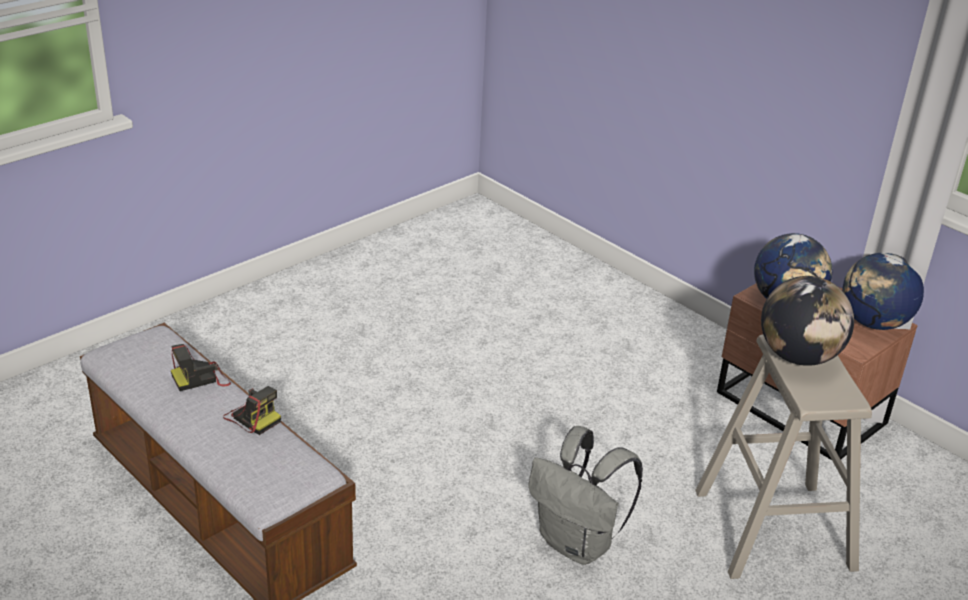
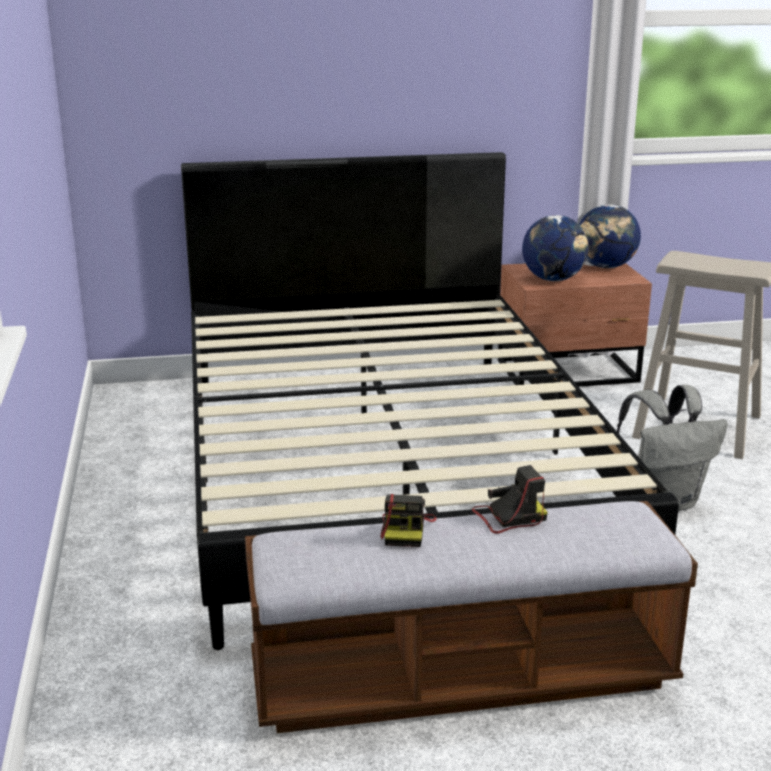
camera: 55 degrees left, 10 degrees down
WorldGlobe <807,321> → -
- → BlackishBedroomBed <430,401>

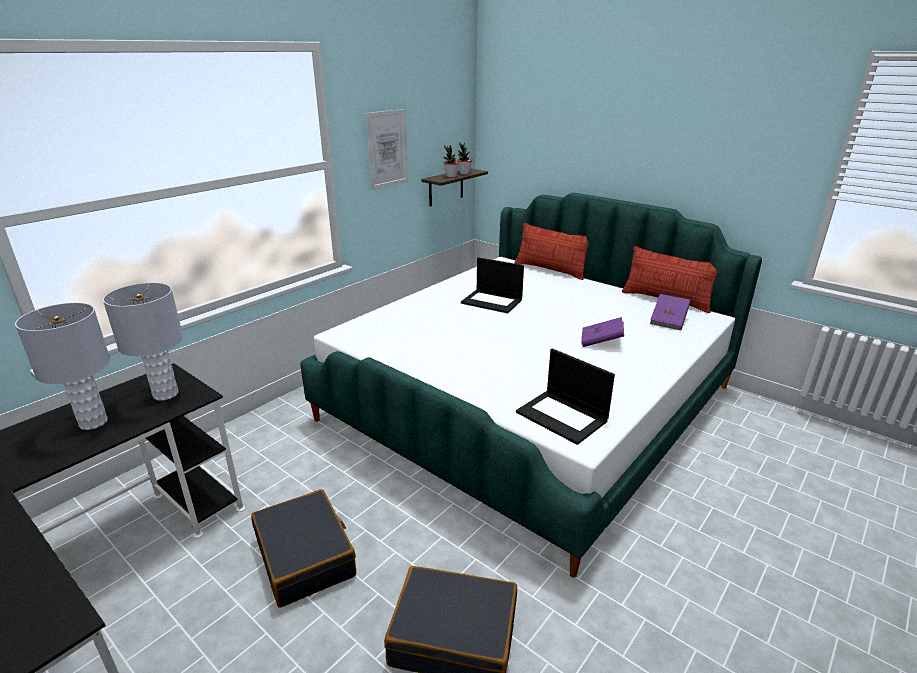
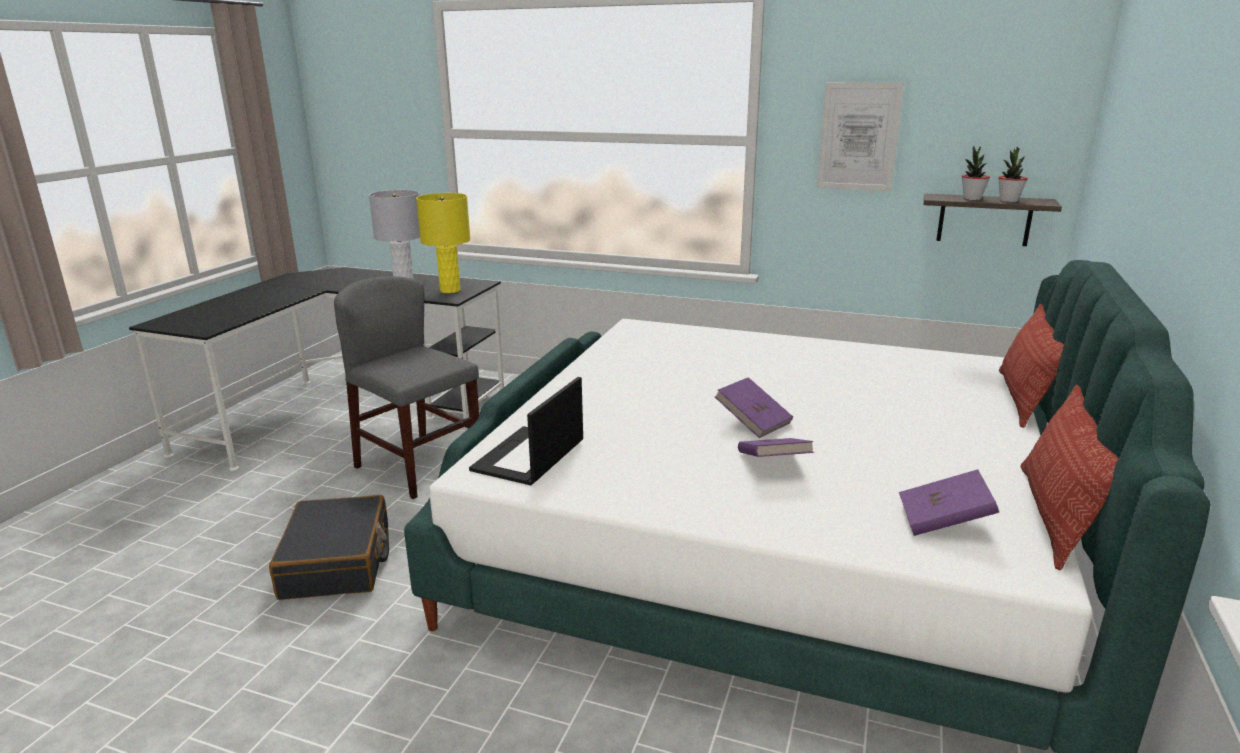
camera: 70 degrees right, 5 degrees down
Laptop <492,285> → -
GreyTableLamp <143,342> → YellowishTableLamp <443,243>
BlackishSuitcase <303,548> → GreyChair <406,387>
- → PurpleColouredBoundBook <754,407>

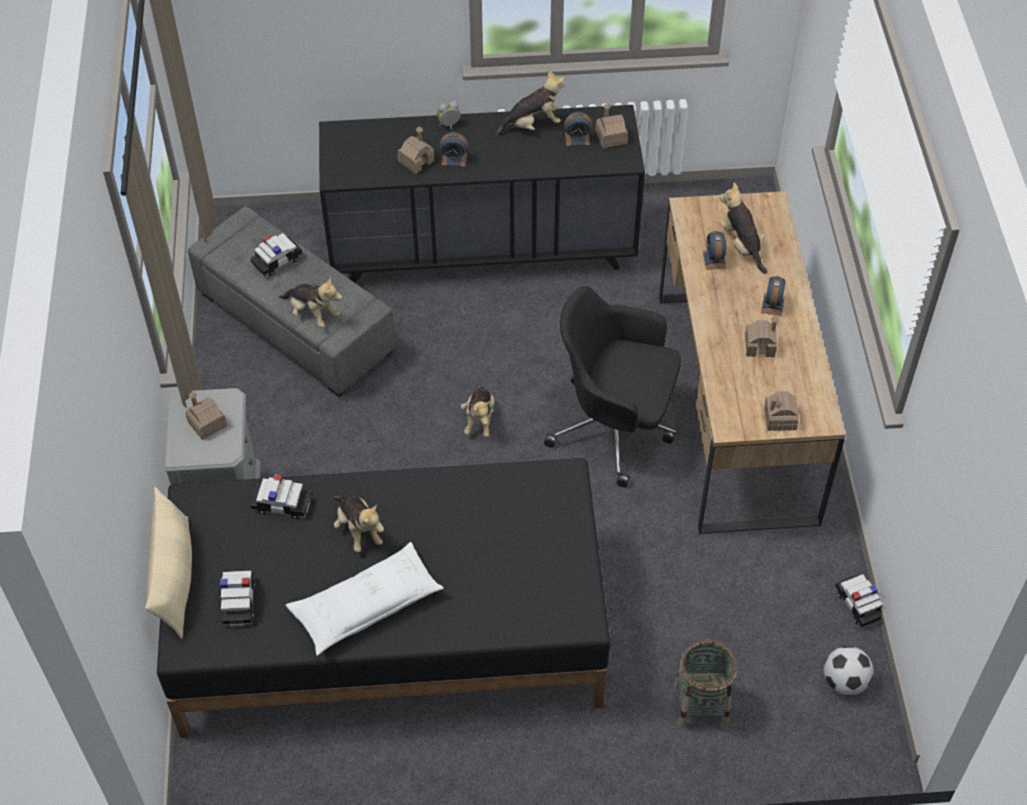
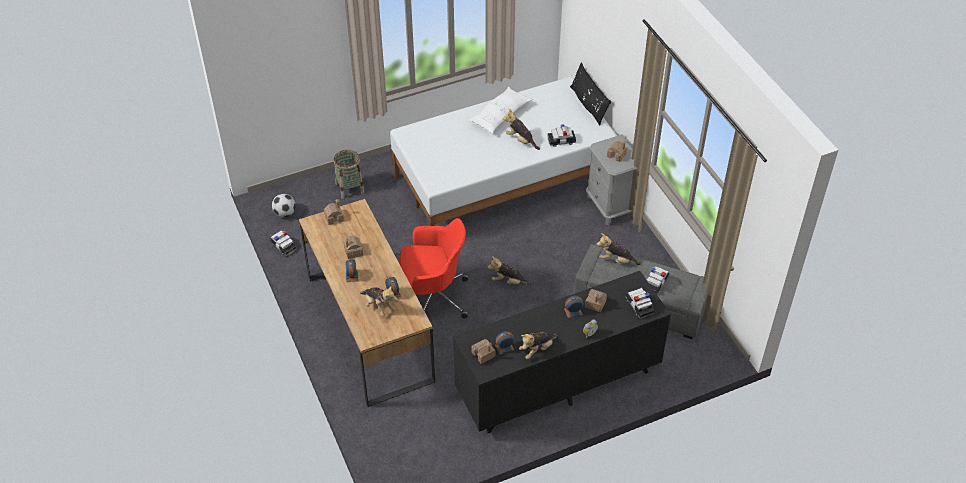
camera: 160 degrees right, 5 degrees down
BlackishOfficeChair <612,386> → RedColouredOfficeChair <434,268>
SoftToy <478,411> → SoftToy <510,270>, 60 degrees counterclockwise
BlackishBedroomBed <383,598> → WhitishBedroomBed <503,151>
BeigeColouredThrowPillow <168,563> → BlackishThrowPillow <590,94>
MiniatureCar <237,598> → MiniatureCar <640,303>, moved

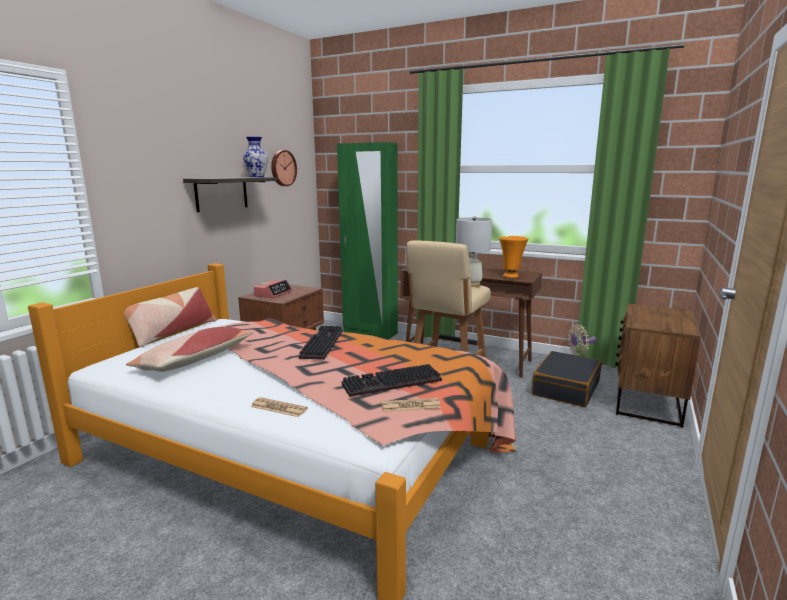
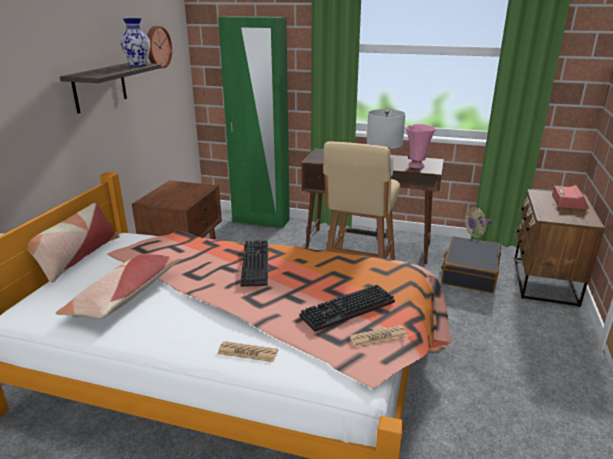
camera: 10 degrees left, 10 degrees up
OrangeFlowerVase <514,257> → PinkFlowerVase <421,146>
BedsideClock <272,289> → BedsideClock <570,197>, moved

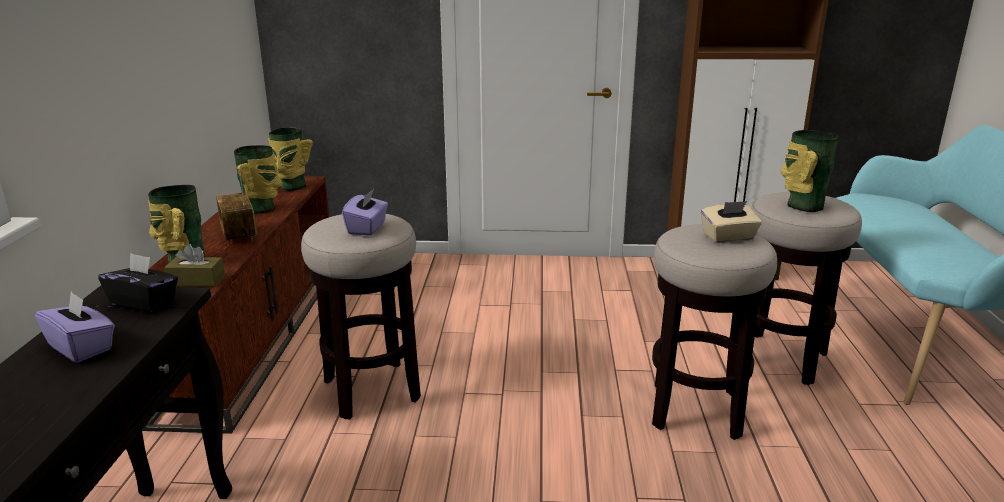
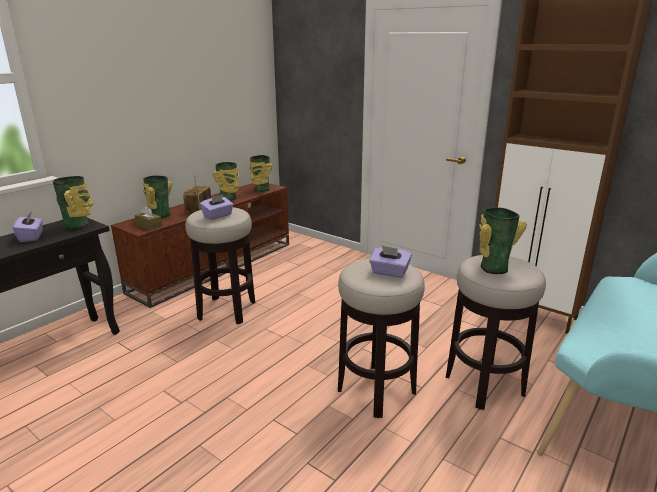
camera: 35 degrees right, 0 degrees up
BeigeColouredTissueBox <731,222> → PurpleColouredTissueBox <390,262>
BlackishTissueBox <138,282> → FlowerVase <73,203>

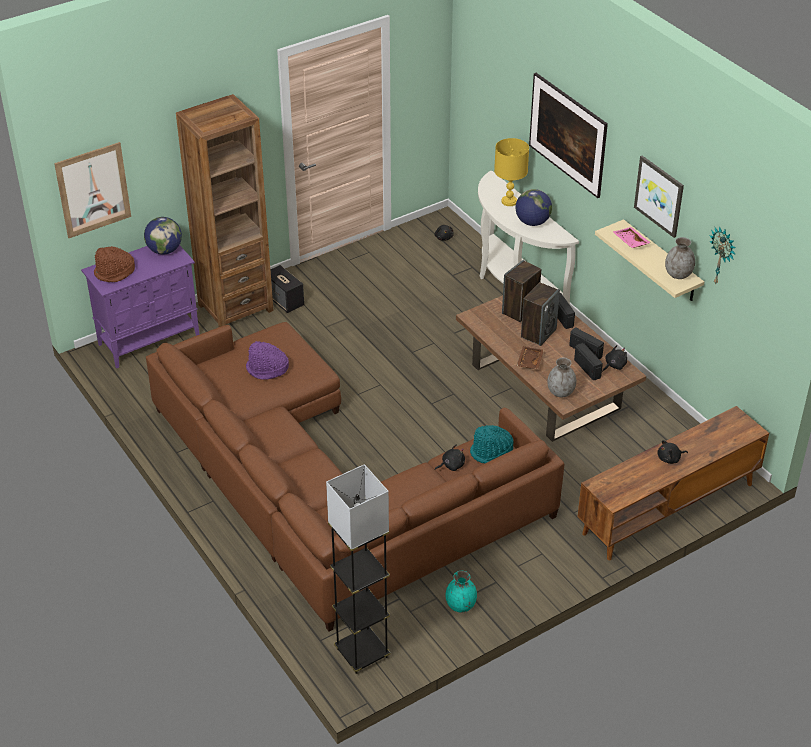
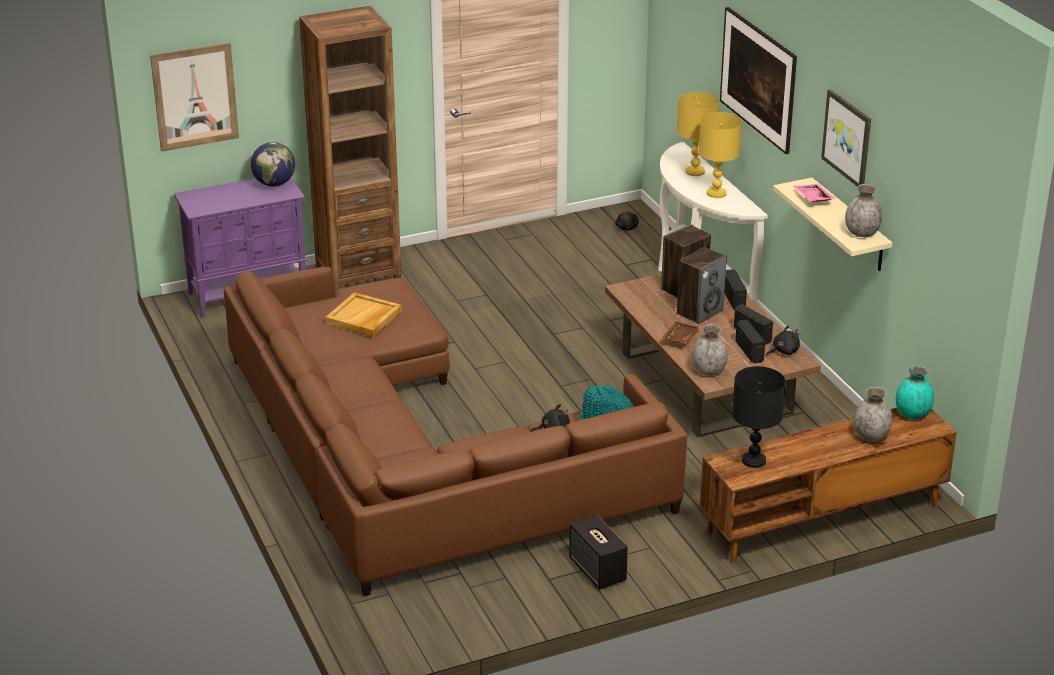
camera: 10 degrees right, 10 degrees down
WorldGlobe <534,207> → YellowishTableLamp <720,155>
WallClock <722,255> → -
BrownClothingHat <114,264> → -
AudioSpeaker <287,289> → AudioSpeaker <598,552>, moved
PurpleColouredClothingHat <267,360> → BeigeColouredTray <363,314>
BlackishSoftToy <673,452> → -
GreyFloorLamp <358,569> → -
BlueGreenFlowerVase <461,591> → BlueGreenFlowerVase <915,392>, moved
- → BlackishTableLamp <758,417>
- → GreyFlowerVase <873,414>

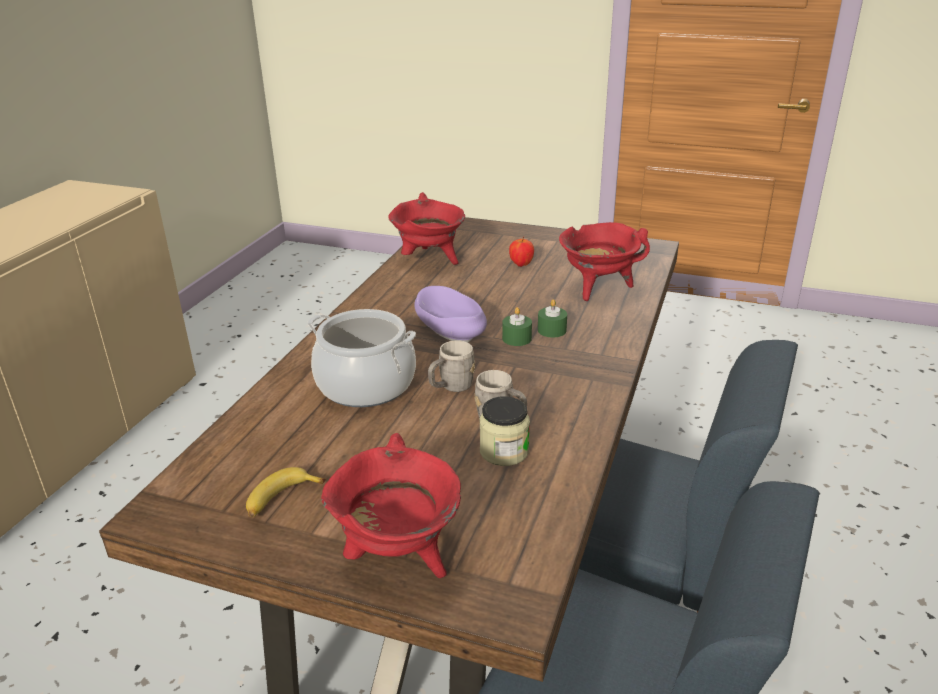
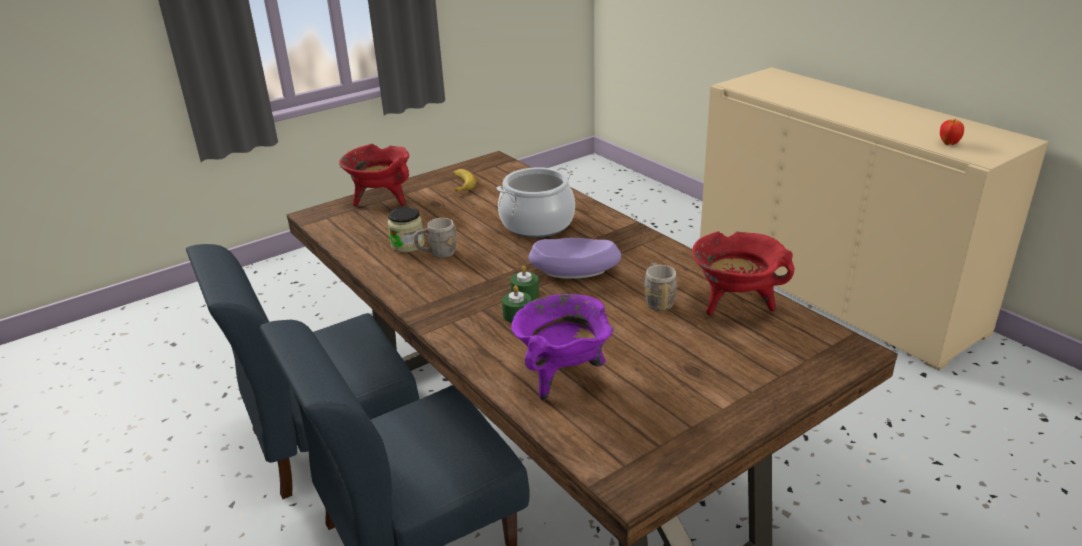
camera: 125 degrees right, 0 degrees up
RedColouredCookingPot <604,261> → PurpleColouredCookingPot <562,347>
Apple <521,252> → Apple <952,132>, moved
GreyMug <451,366> → GreyMug <661,287>, moved

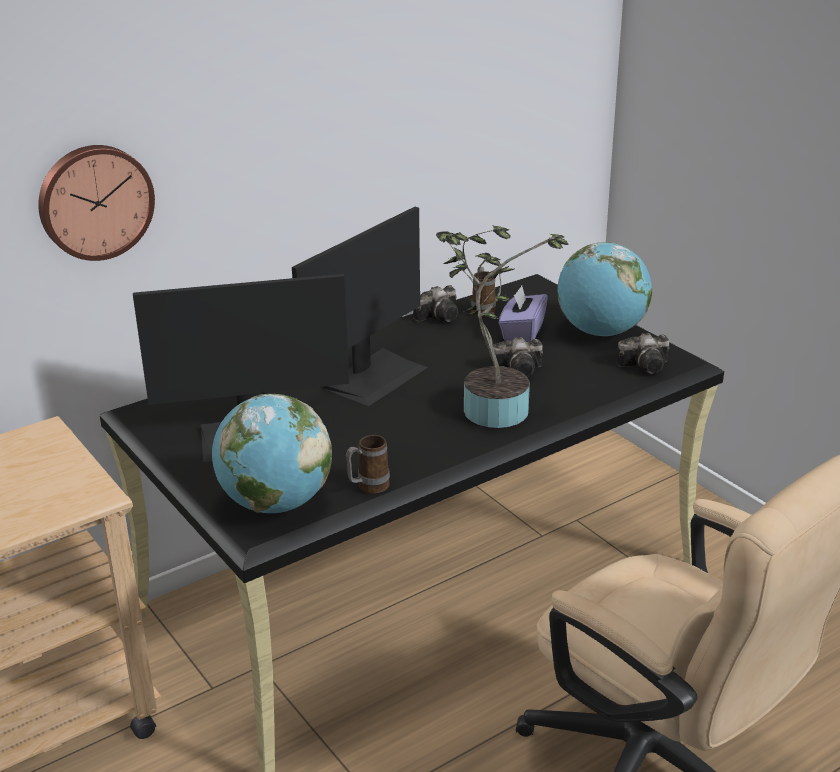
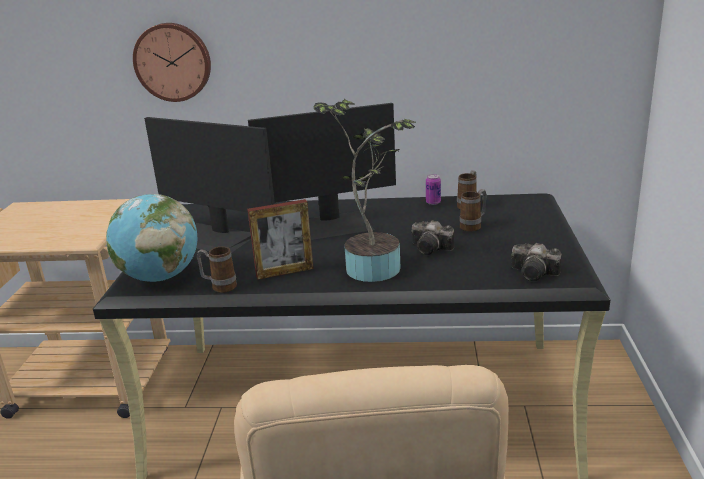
camera: 40 degrees right, 5 degrees down
WorldGlobe <604,289> → -
PhotoCamera <435,303> → Can <433,189>
PurpleColouredTissueBox <523,313> → Mug <473,210>
- → PictureFrame <280,239>

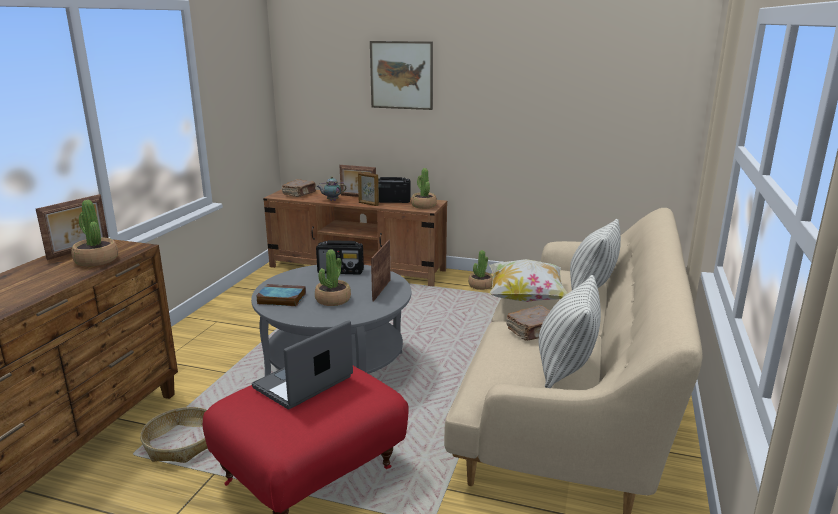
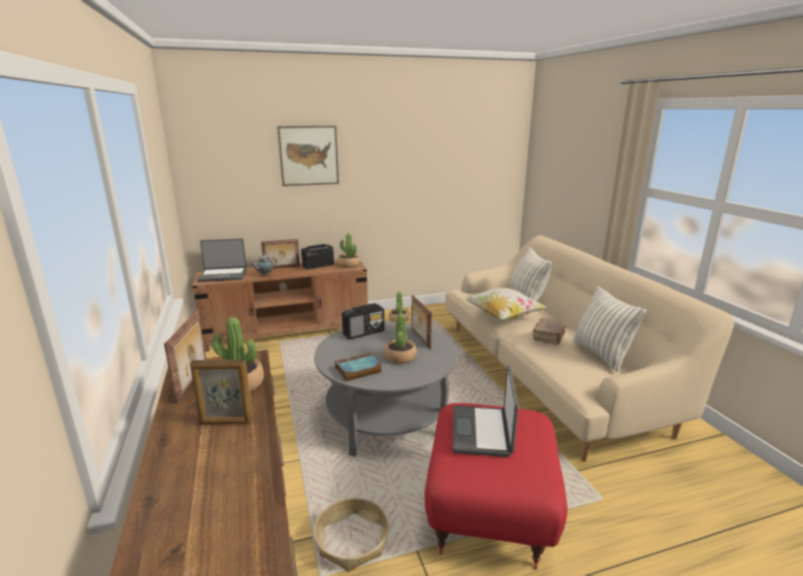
camera: 35 degrees left, 0 degrees up
PictureFrame <368,189> → PictureFrame <221,392>, moved
BrownBoundBook <299,188> → Laptop <222,260>

